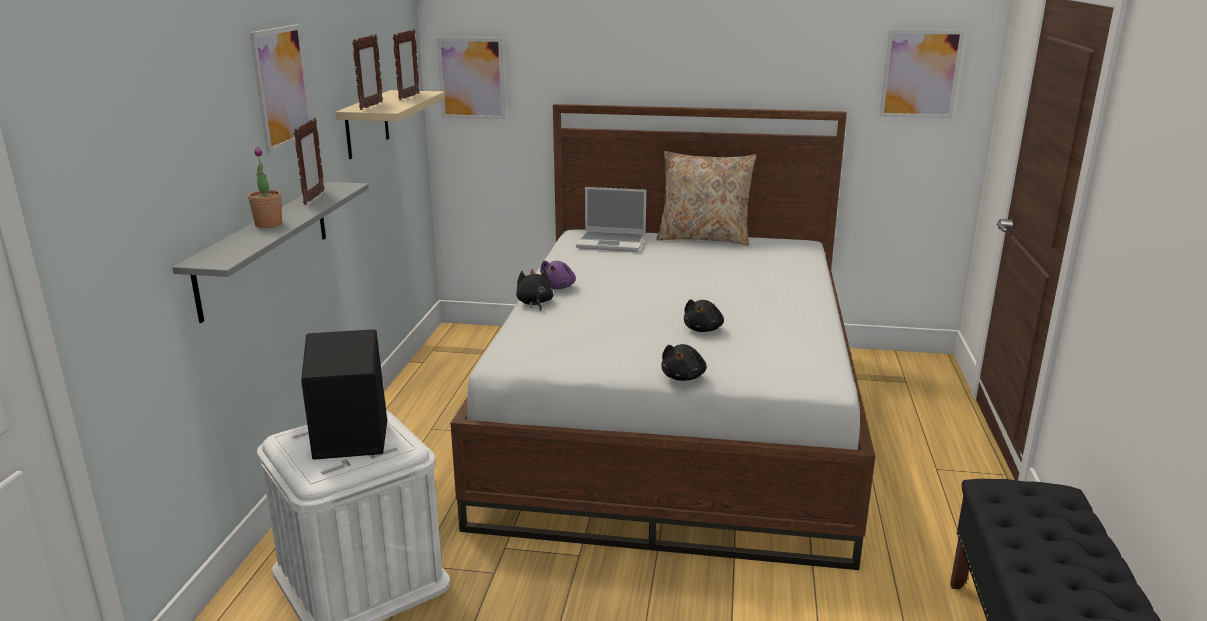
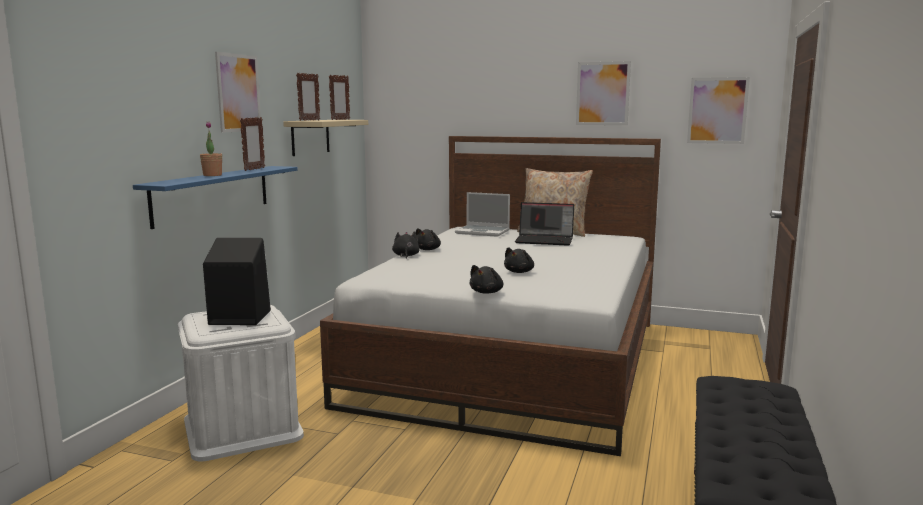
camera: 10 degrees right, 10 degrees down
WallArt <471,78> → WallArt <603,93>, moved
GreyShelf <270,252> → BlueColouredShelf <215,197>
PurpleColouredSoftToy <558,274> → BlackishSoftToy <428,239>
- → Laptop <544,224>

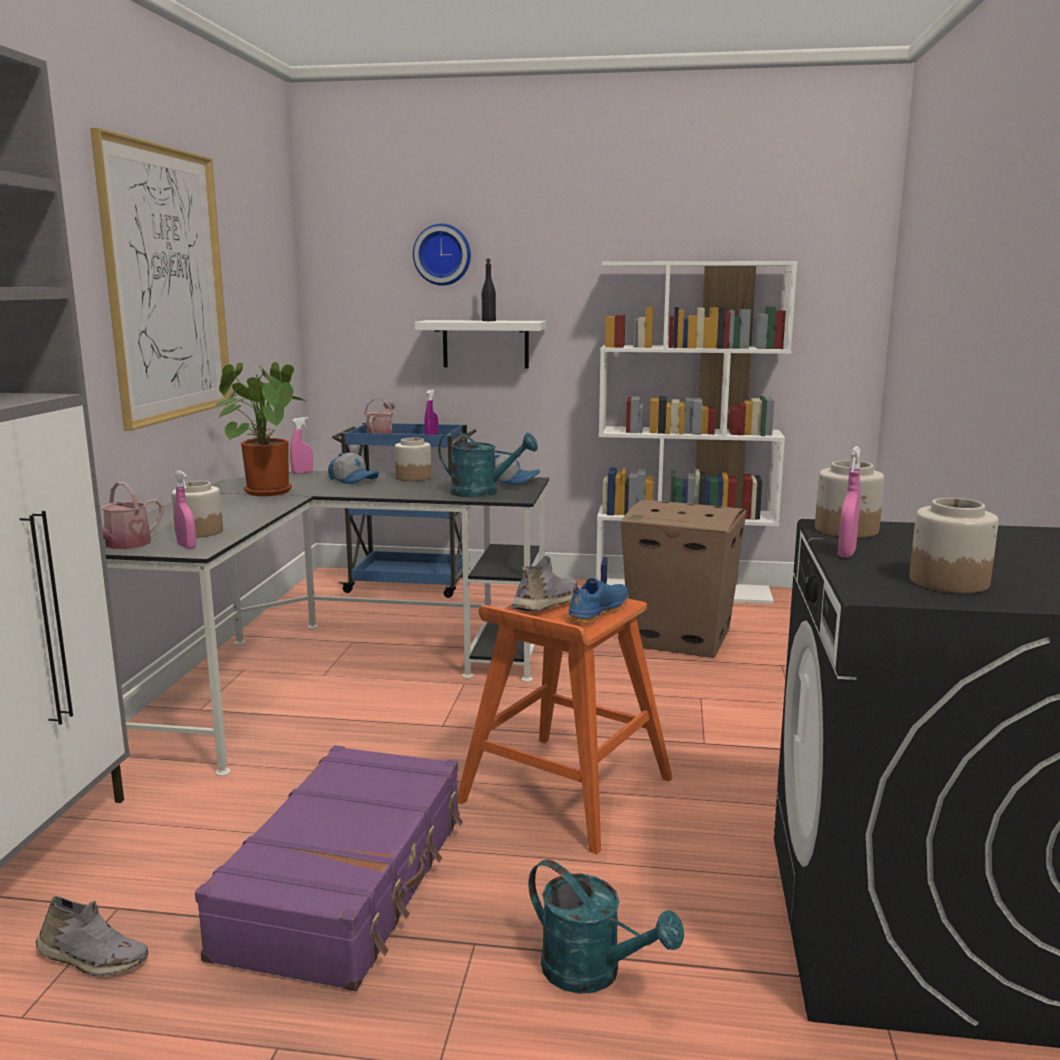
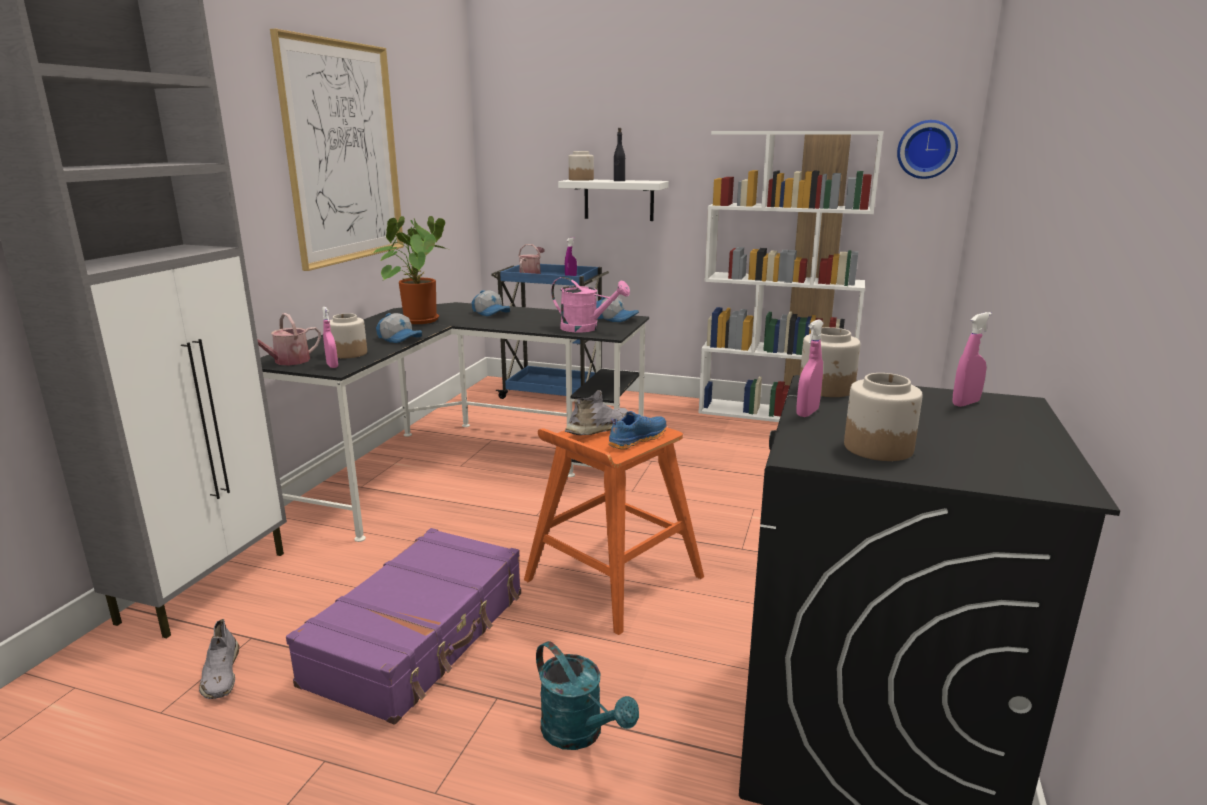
camera: 10 degrees right, 5 degrees up
WallClock <442,254> → WallClock <927,149>, moved
PinkSprayer <301,445> → PinkSprayer <972,359>, moved
BlueGreenSprinklingCan <488,464> → PinkSprinklingCan <590,304>
Jar <413,459> → Jar <581,166>, moved
CardboardBox <684,579> → -
GreyItemOfFootwear <92,936> → GreyItemOfFootwear <219,659>, 45 degrees clockwise
- → Cap <399,328>

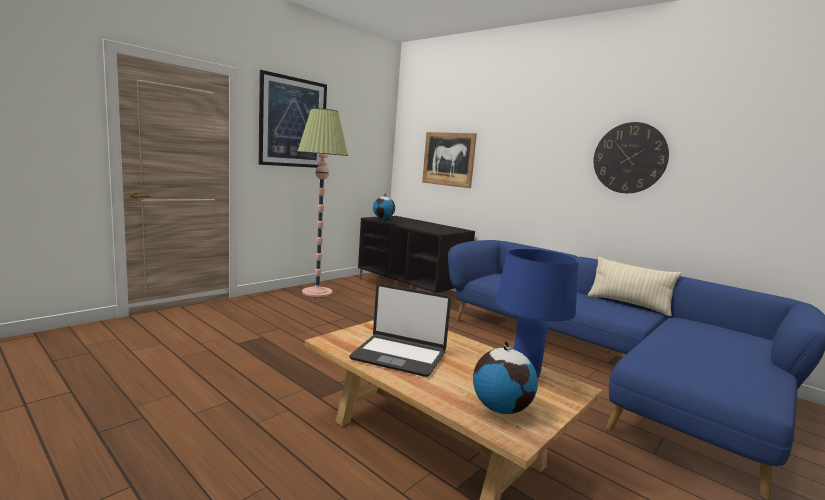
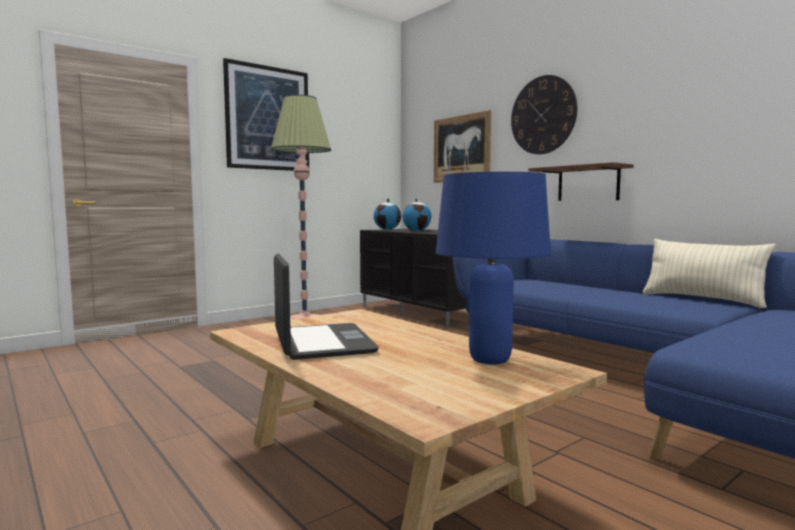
camera: 10 degrees right, 5 degrees down
WallClock <631,157> → WallClock <544,114>, moved
Laptop <400,330> → Laptop <326,306>, 135 degrees counterclockwise
WorldGlobe <505,377> → WorldGlobe <417,214>, moved
- → BrownShelf <581,181>

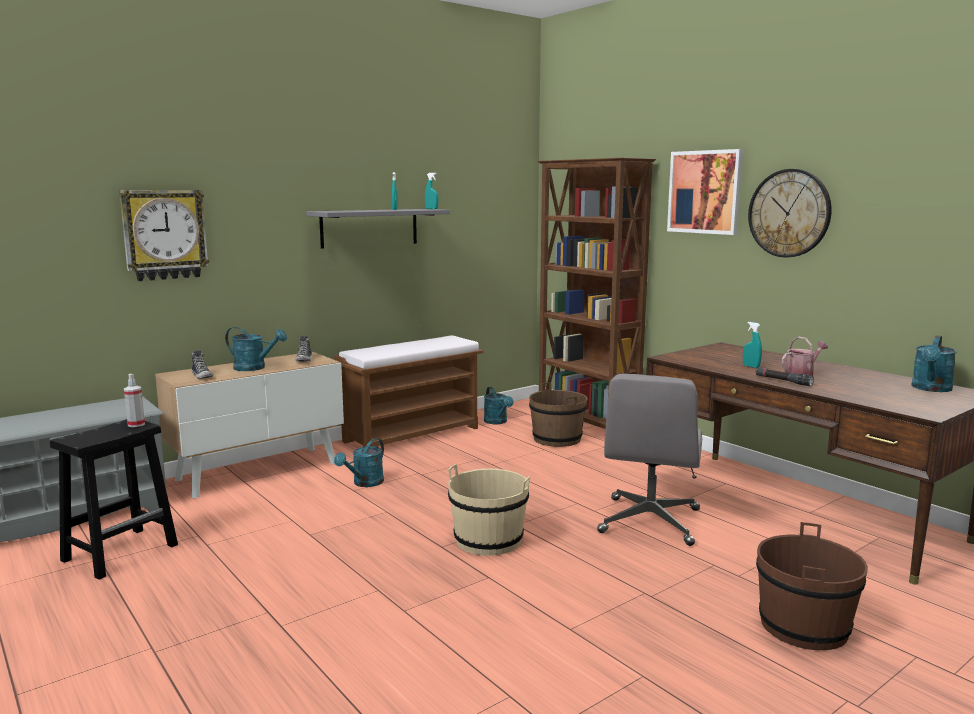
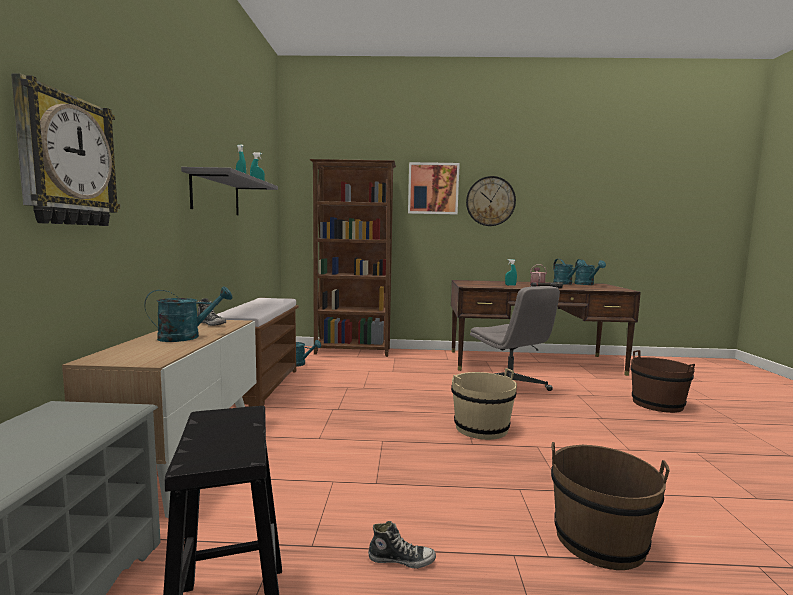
camera: 50 degrees left, 5 degrees down
ItemOfFootwear <202,364> → ItemOfFootwear <402,545>, moved
Sprayer <134,400> → -
BrownWaterBucket <558,414> → BrownWaterBucket <610,506>, moved
BlueGreenSprinklingCan <359,462> → BlueGreenSprinklingCan <568,272>, moved

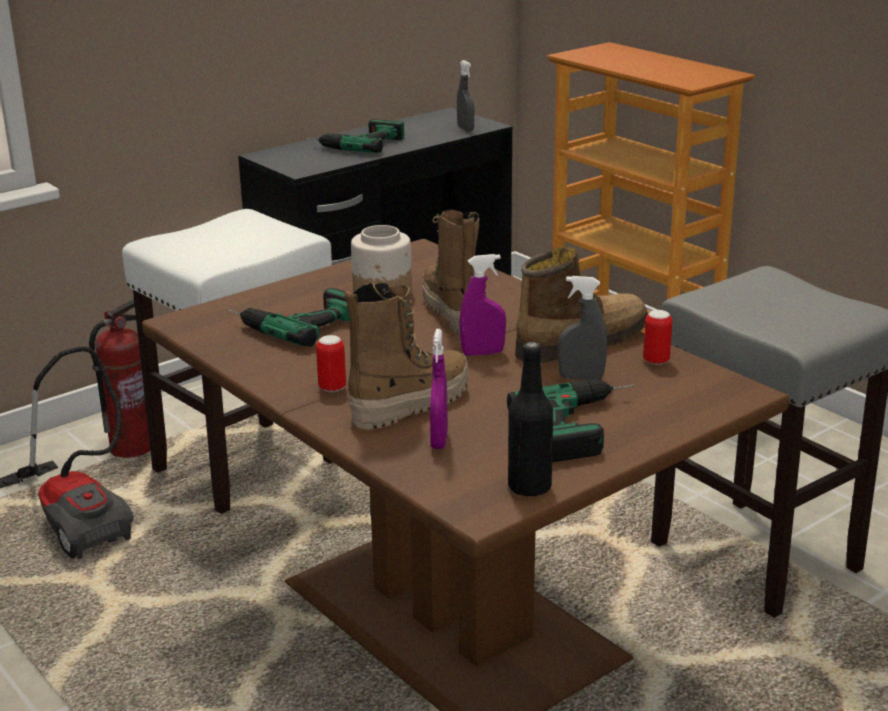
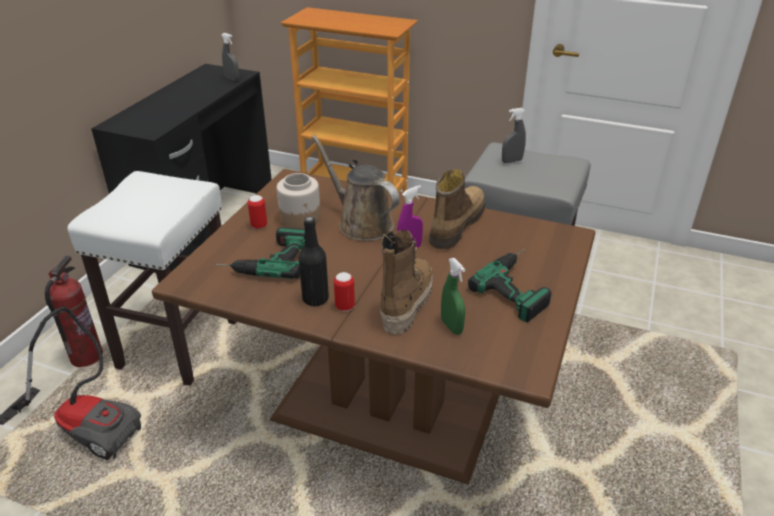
camera: 30 degrees left, 10 degrees up
Drill <354,136> → -
Boot <450,272> → BrownSprinklingCan <356,188>
GreySprayer <582,328> → GreySprayer <514,135>, moved
Can <657,337> → Can <257,212>, moved
PurpleColouredSprayer <439,389> → GreenishSprayer <453,296>
BlackishBeverageBottle <530,419> → BlackishBeverageBottle <314,261>, moved

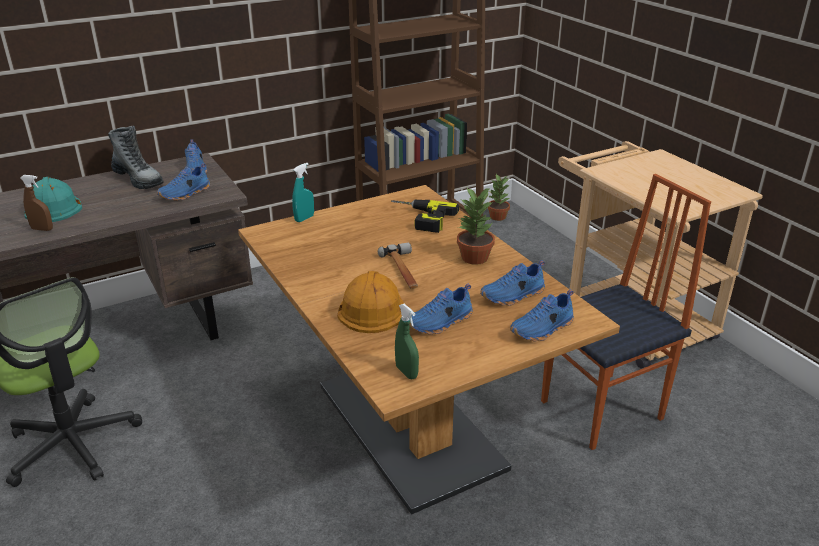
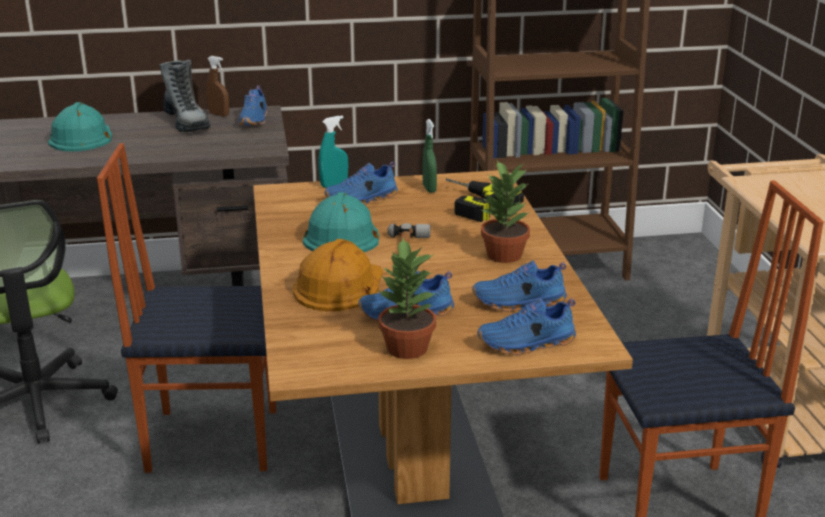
camera: 20 degrees right, 5 degrees down
BlueColouredItemOfFootwear <183,182> → BlueColouredItemOfFootwear <361,183>, moved
PottedPlant <499,197> → PottedPlant <406,298>, moved
BrownSprayer <36,203> → BrownSprayer <217,86>, moved
GreenishSprayer <407,341> → GreenishSprayer <430,156>, moved
- → Chair <186,308>
- → BlueGreenHardHat <341,222>

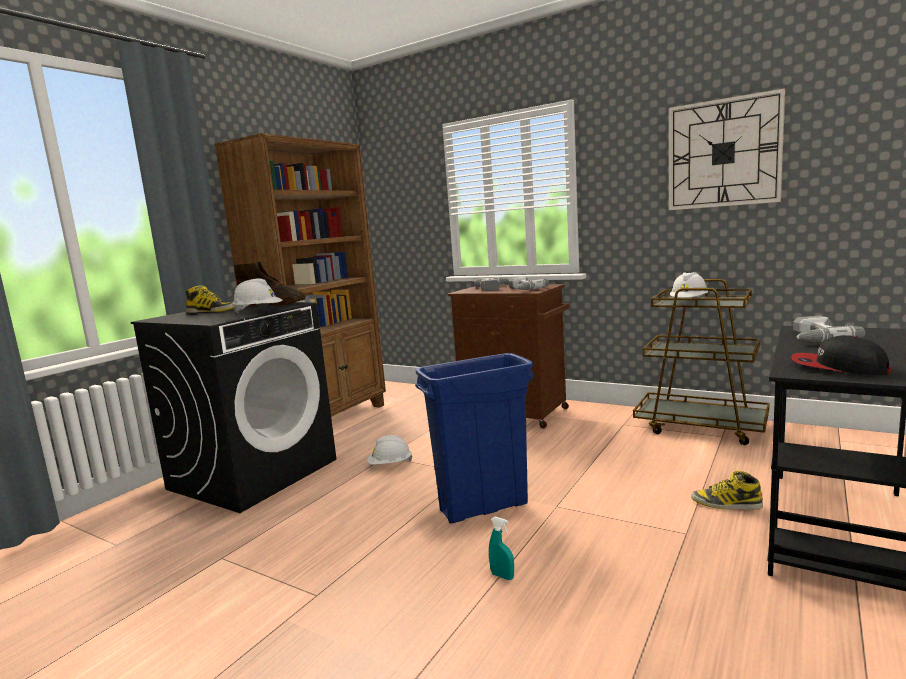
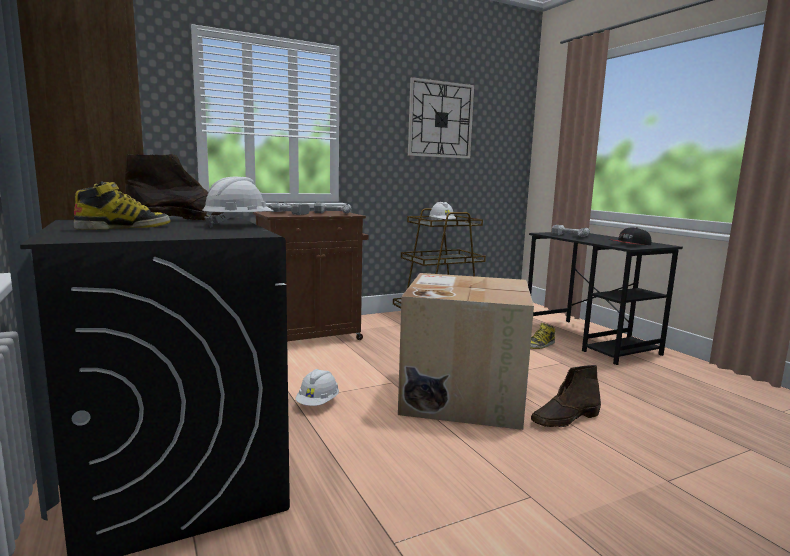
camera: 60 degrees left, 0 degrees up
BlueColouredTrashCan <474,438> → CardboardBox <466,351>
BlueGreenSprayer <501,548> → BrownBoot <566,396>

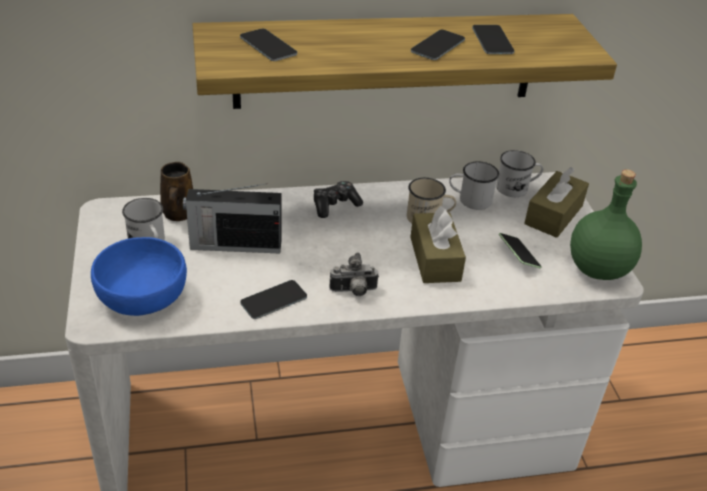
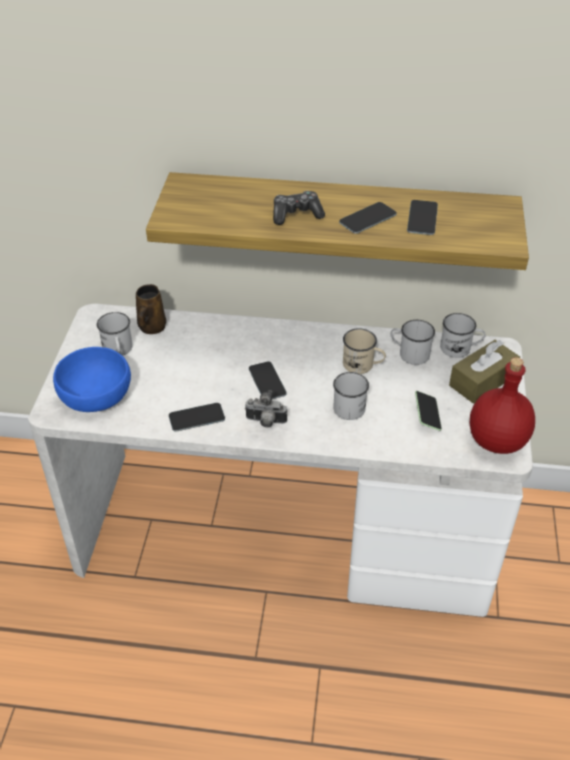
camera: 20 degrees right, 5 degrees up
Telephone <268,45> → Telephone <268,380>, moved
GreenishBeverageBottle <606,224> → RedColouredBeverageBottle <502,405>
GameController <338,199> → GameController <299,208>, moved
Radio <232,218> → -
BrownTissueBox <438,244> → WhitishMug <351,396>

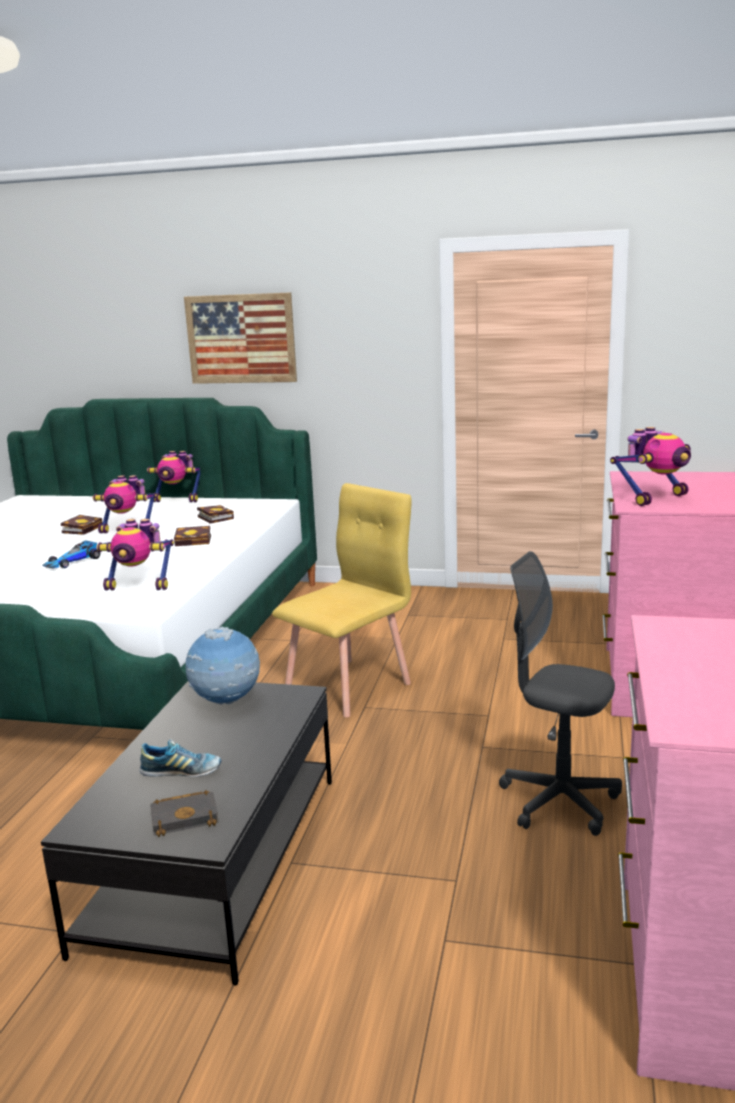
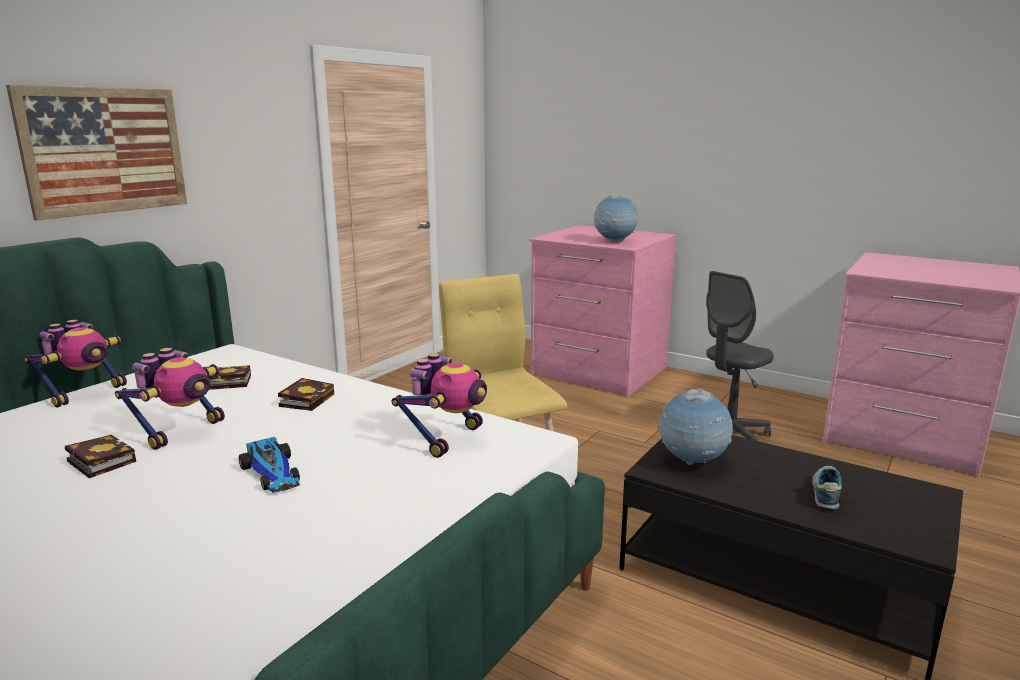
camera: 70 degrees left, 0 degrees up
ToyRobot <650,466> → WorldGlobe <616,218>
BlackishBoundBook <184,813> → -

